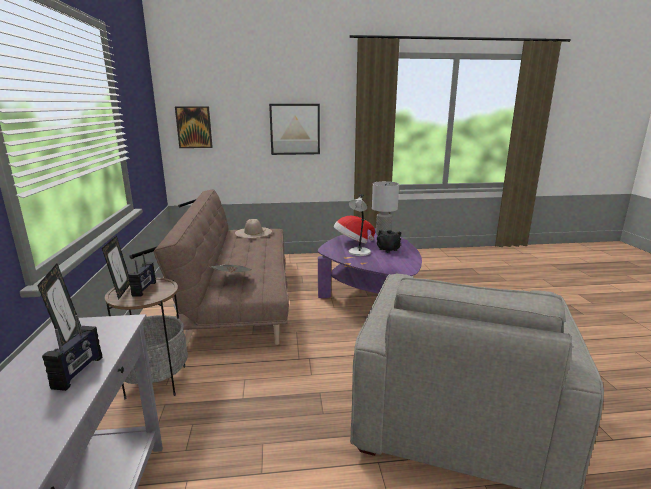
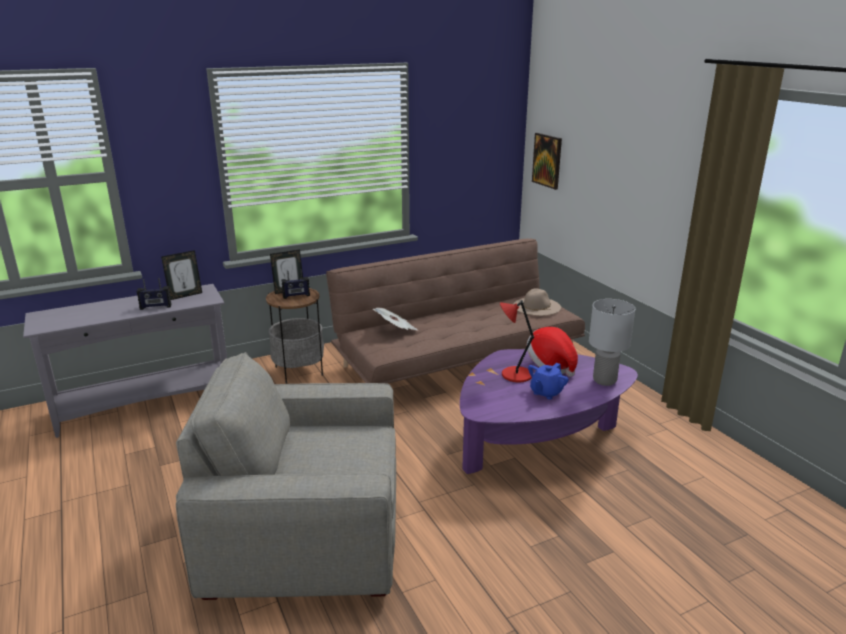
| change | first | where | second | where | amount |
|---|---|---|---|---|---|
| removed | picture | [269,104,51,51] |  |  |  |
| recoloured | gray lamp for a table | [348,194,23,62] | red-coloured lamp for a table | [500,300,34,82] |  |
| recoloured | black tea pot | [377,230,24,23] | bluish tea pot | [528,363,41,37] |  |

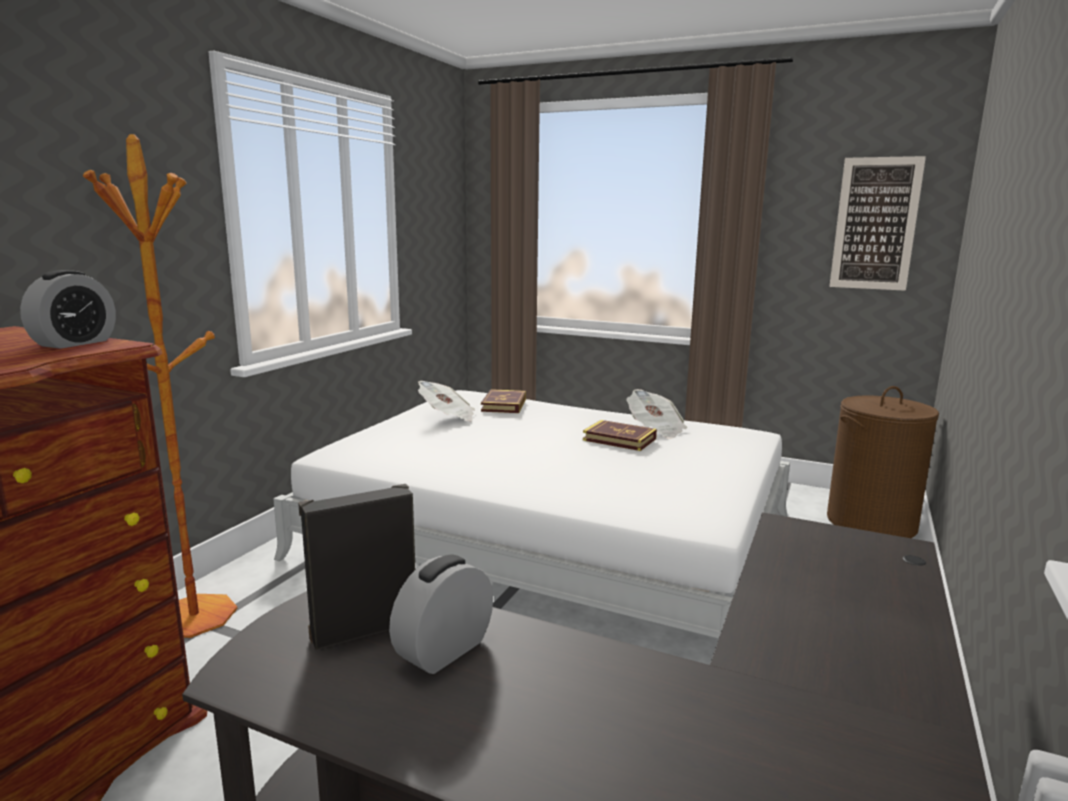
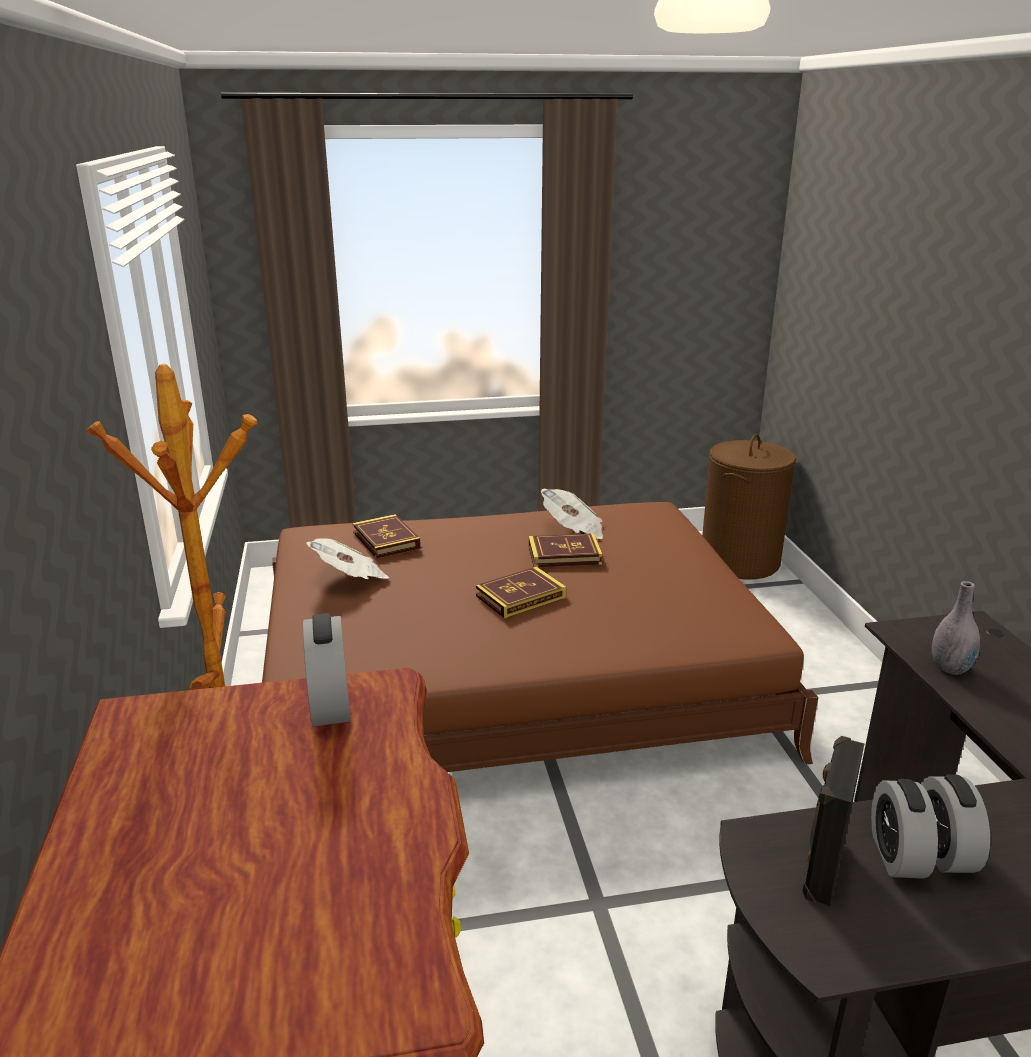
| change | first | where | second | where | amount |
|---|---|---|---|---|---|
| recoloured | white-coloured sleeping bed | [273,390,517,249] | brownish sleeping bed | [262,502,556,270] |  |
| removed | picture | [829,156,97,135] |  |  |  |
| added |  |  | bound book | [476,566,90,52] |  |
| added |  |  | bedside clock | [921,774,69,99] |  |
| added |  |  | gray vase | [932,581,48,94] |  |

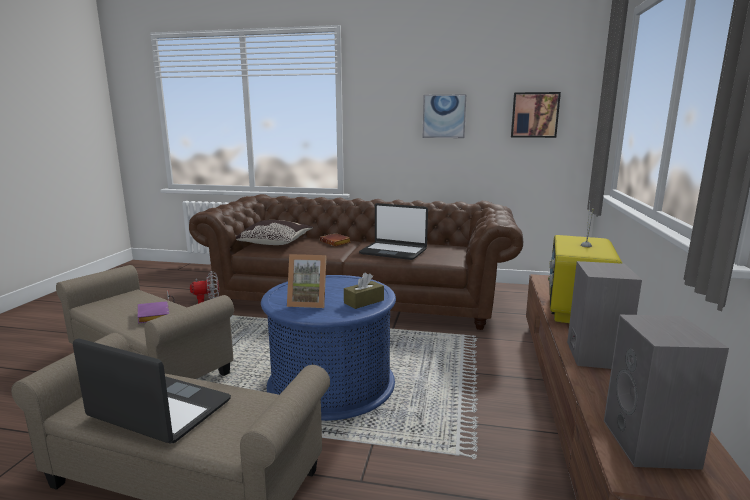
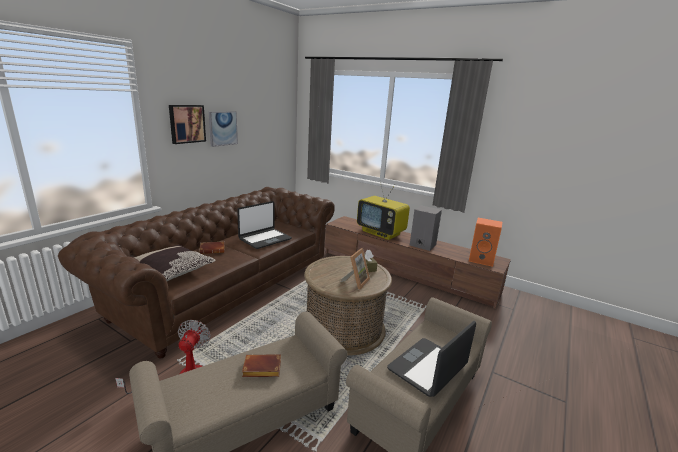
| change | first | where | second | where | amount |
|---|---|---|---|---|---|
| recoloured | purple bound book | [138,301,32,23] | brownish bound book | [242,355,39,22] |  |
| recoloured | bluish low table | [261,275,135,146] | brownish low table | [304,256,88,100] |  |
| moved | picture | [511,92,50,46] |  | [169,105,37,39] |  |
| recoloured | gray loudspeaker | [604,315,125,155] | orangey loudspeaker | [469,218,33,49] |  |

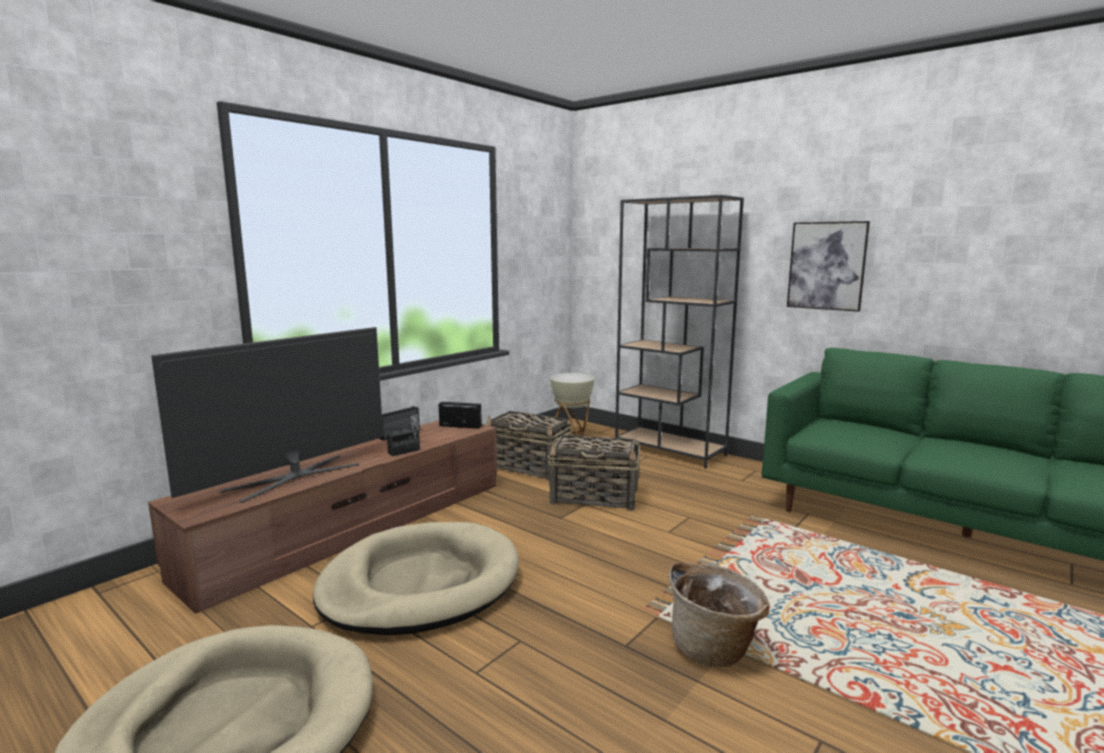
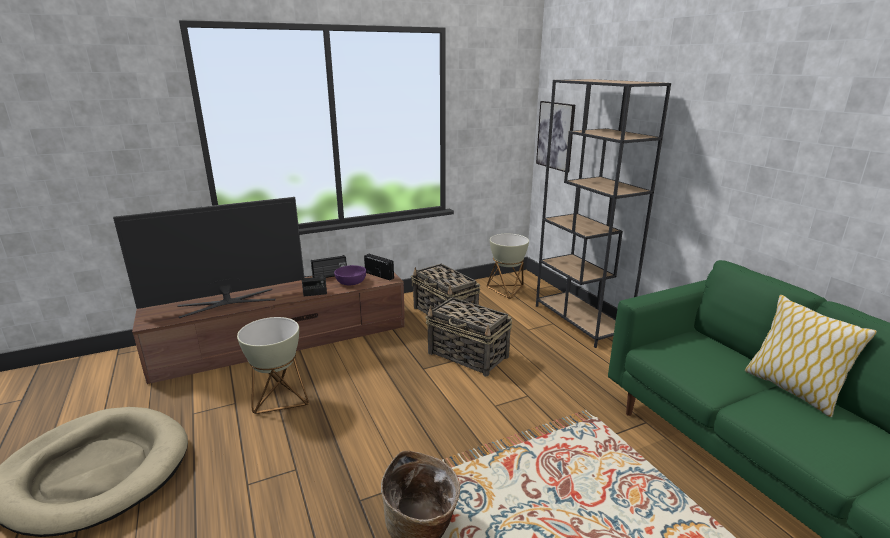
| change | first | where | second | where | amount |
|---|---|---|---|---|---|
| replaced | beige-coloured dog cushion | [313,522,206,113] | planter | [237,317,72,97] |  |
| moved | picture | [787,221,83,91] |  | [536,101,39,72] |  |
| added |  |  | purple serving bowl | [334,265,32,20] |  |
| added |  |  | cushion | [745,295,132,122] |  |

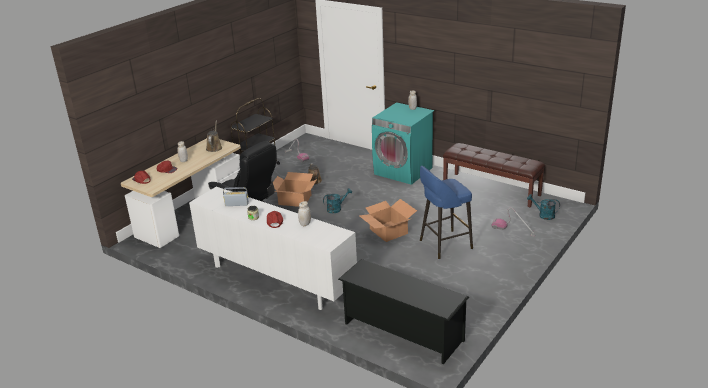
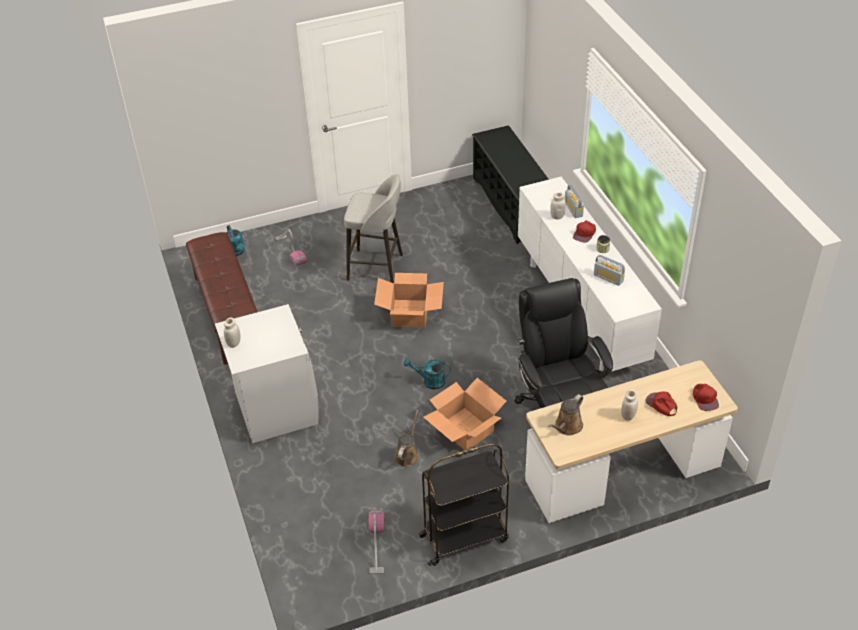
| change | first | where | second | where | amount |
|---|---|---|---|---|---|
| recoloured | turquoise washing machine | [372,102,62,83] | white-coloured washing machine | [215,304,104,139] |  |
| recoloured | bluish stool | [420,166,53,93] | gray stool | [344,174,59,109] |  |
| added |  |  | radio | [565,185,19,33] |  |

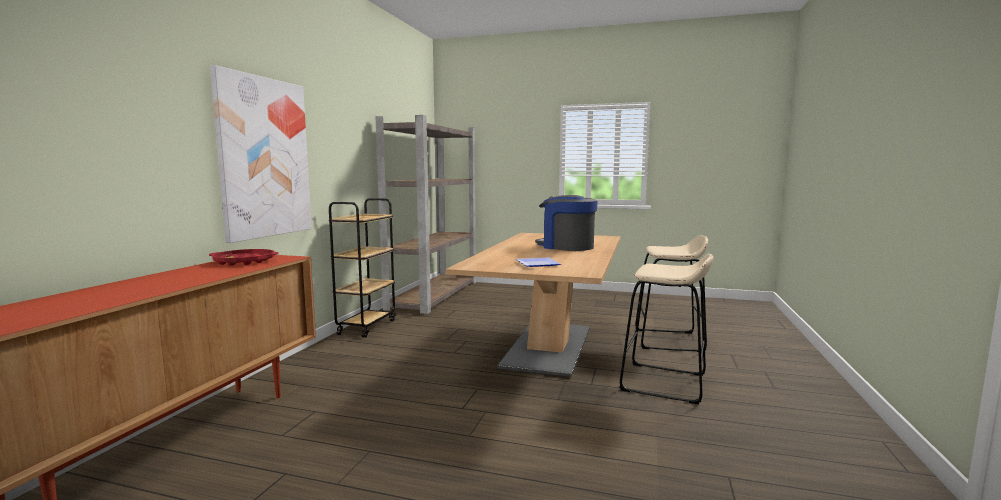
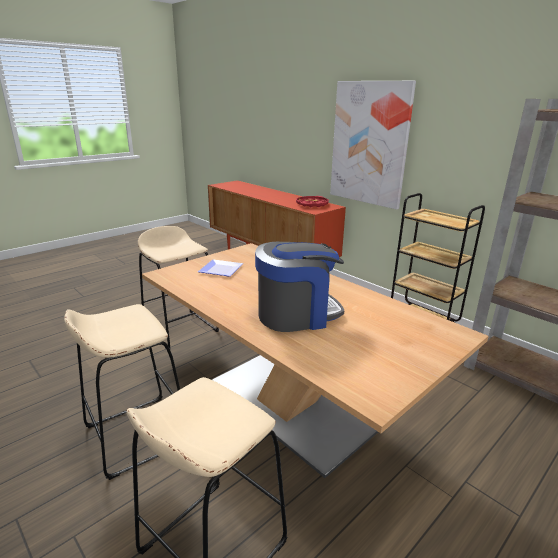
| change | first | where | second | where | amount |
|---|---|---|---|---|---|
| added |  |  | beige-coloured stool | [138,226,81,123] |  |

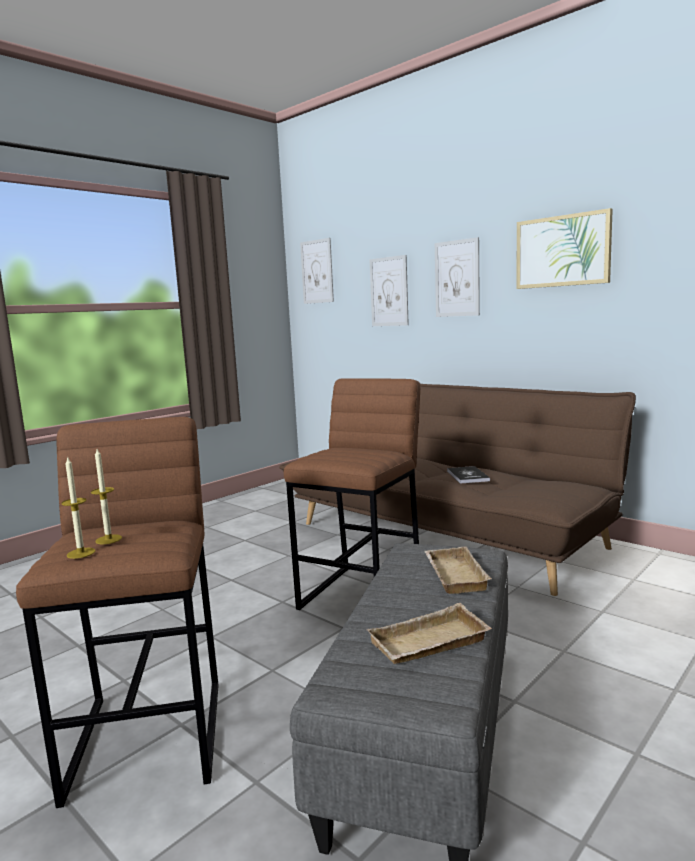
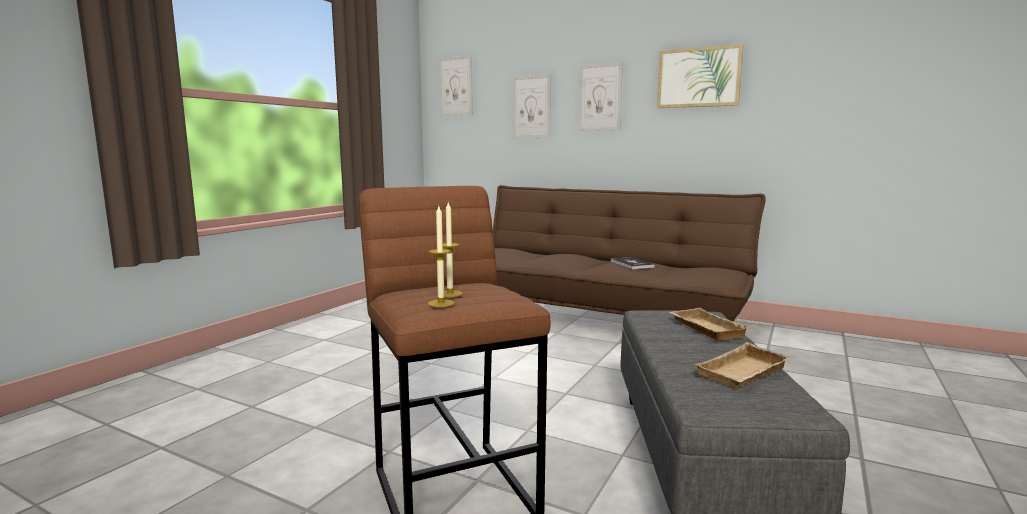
| change | first | where | second | where | amount |
|---|---|---|---|---|---|
| removed | brownish stool | [284,378,136,232] |  |  |  |

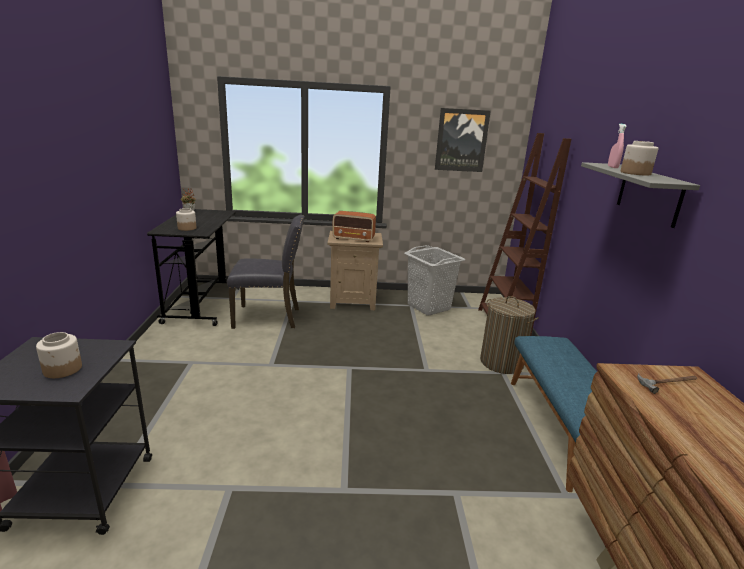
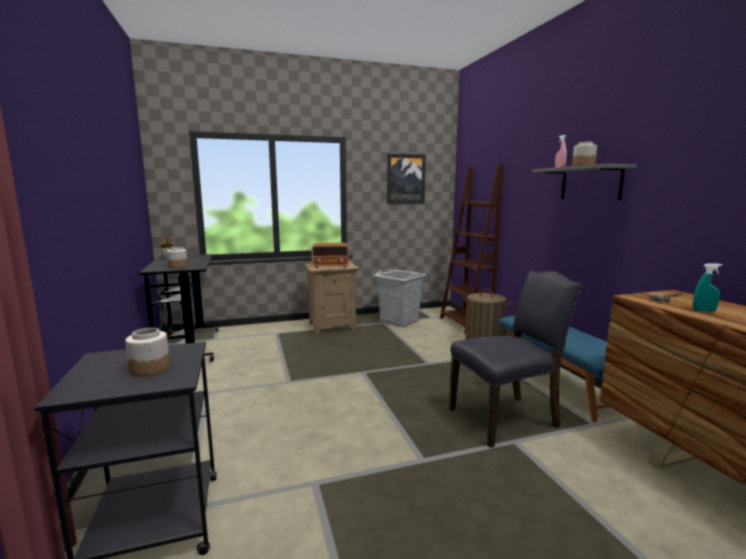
| change | first | where | second | where | amount |
|---|---|---|---|---|---|
| moved | gray upright chair | [227,215,78,114] |  | [449,271,134,177] |  |
| added |  |  | turquoise spray bottle | [693,263,29,49] |  |

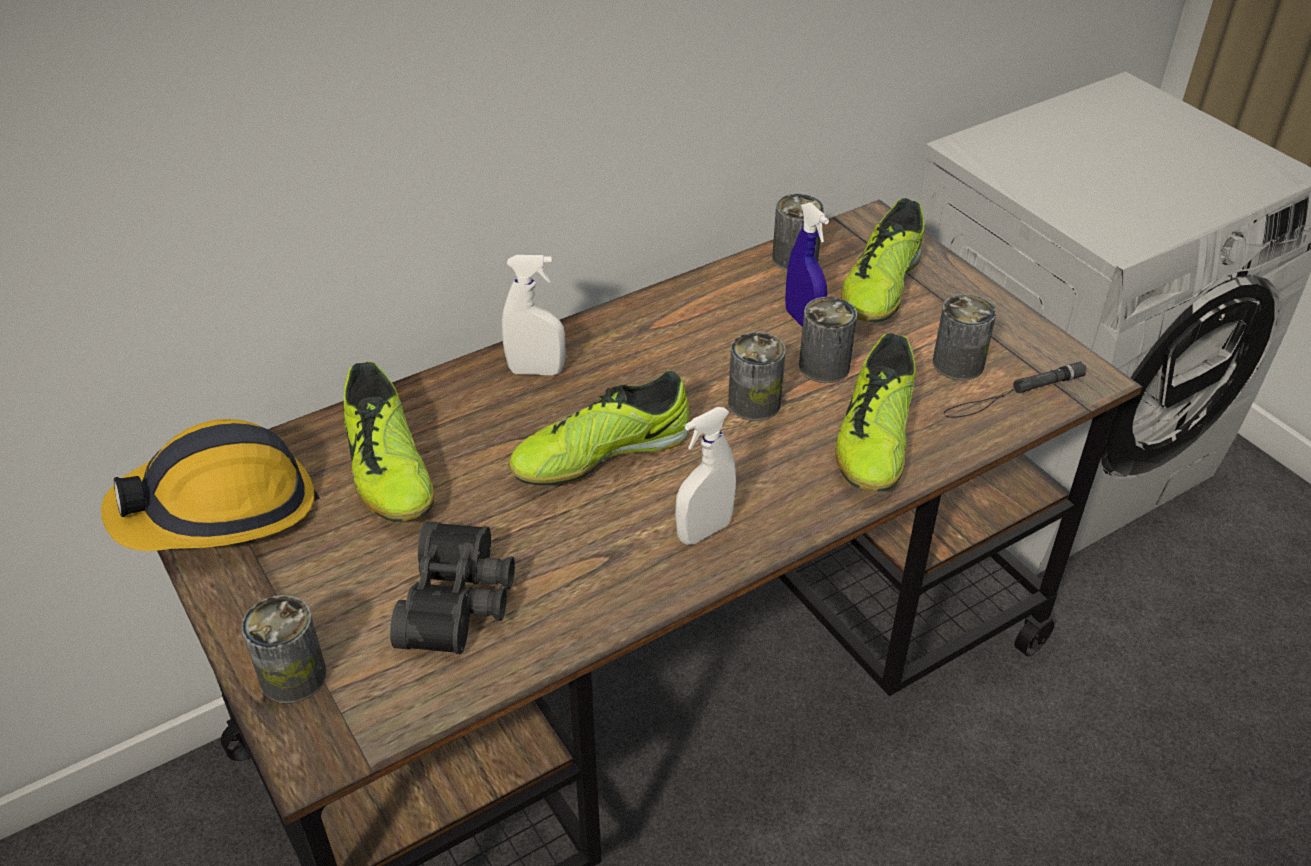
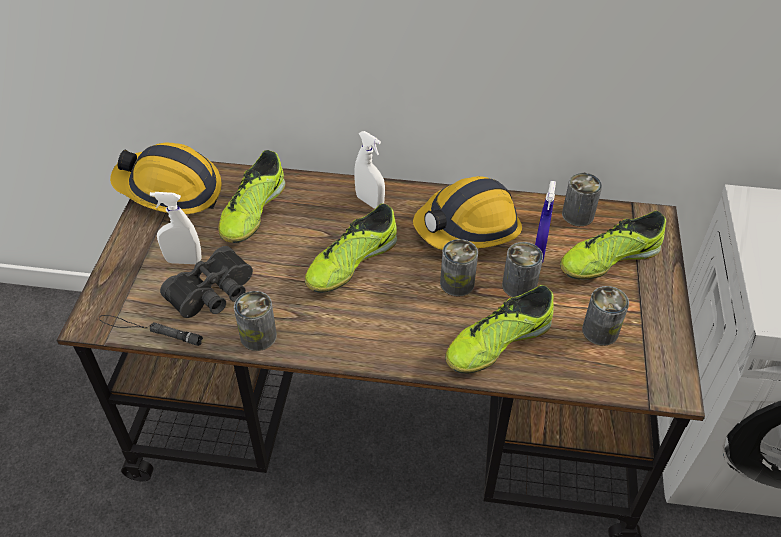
| change | first | where | second | where | amount |
|---|---|---|---|---|---|
| moved | metal can | [241,595,86,109] |  | [234,291,43,60] |  |
| turned | low shoe | [508,370,181,115] |  | [305,203,92,90] | 60 degrees counterclockwise |
| moved | white-coloured spray bottle | [675,407,61,138] |  | [150,192,51,72] |  |
| moved | black torch | [944,361,142,57] |  | [99,315,104,31] |  |
| added |  |  | safety helmet | [413,176,109,74] |  |

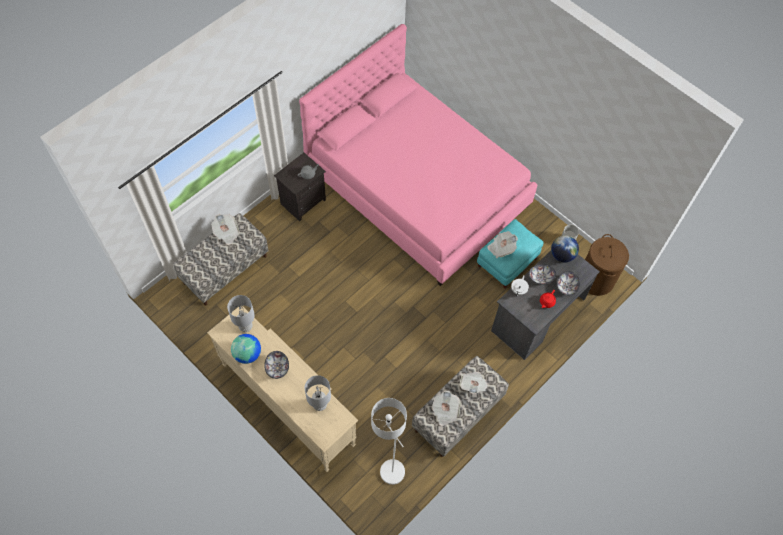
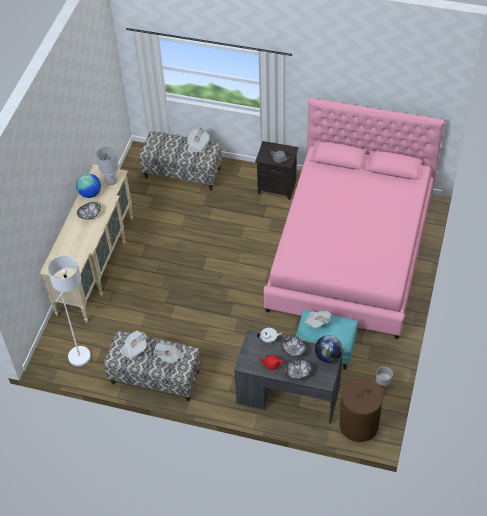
| change | first | where | second | where | amount |
|---|---|---|---|---|---|
| removed | gray lamp for a table | [305,375,26,36] |  |  |  |

